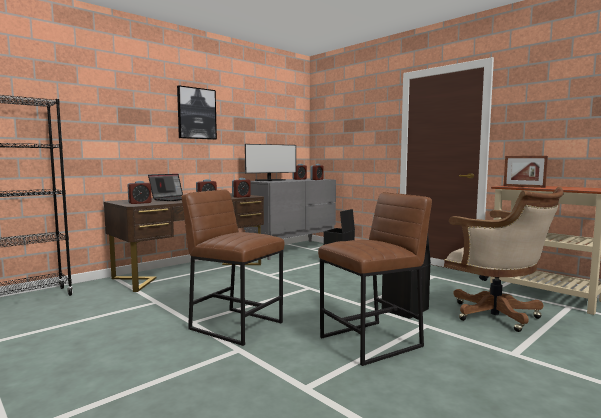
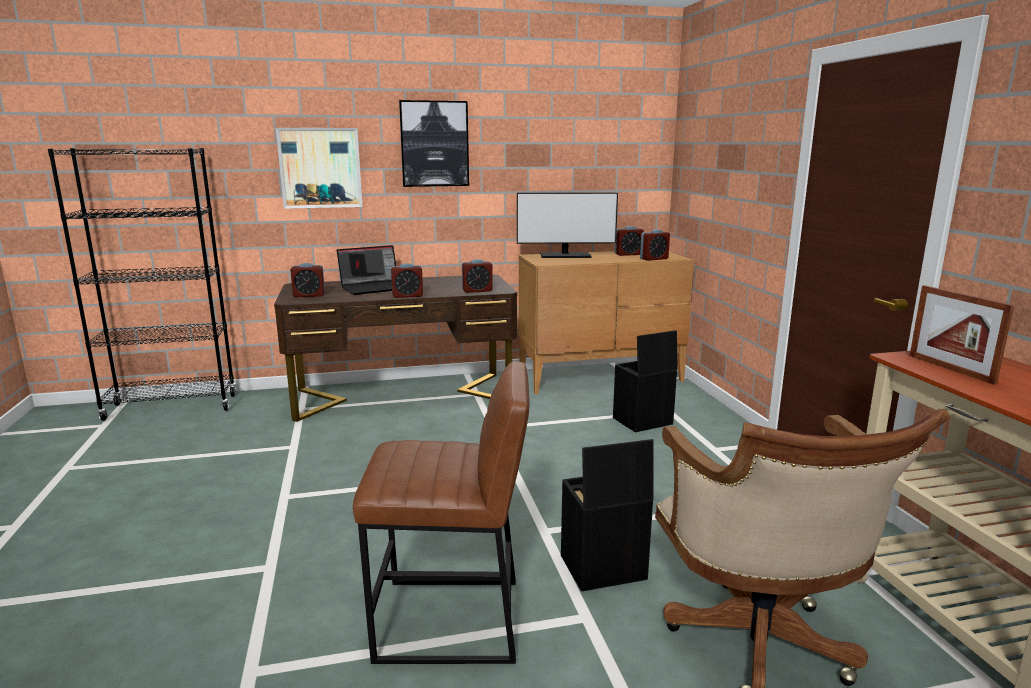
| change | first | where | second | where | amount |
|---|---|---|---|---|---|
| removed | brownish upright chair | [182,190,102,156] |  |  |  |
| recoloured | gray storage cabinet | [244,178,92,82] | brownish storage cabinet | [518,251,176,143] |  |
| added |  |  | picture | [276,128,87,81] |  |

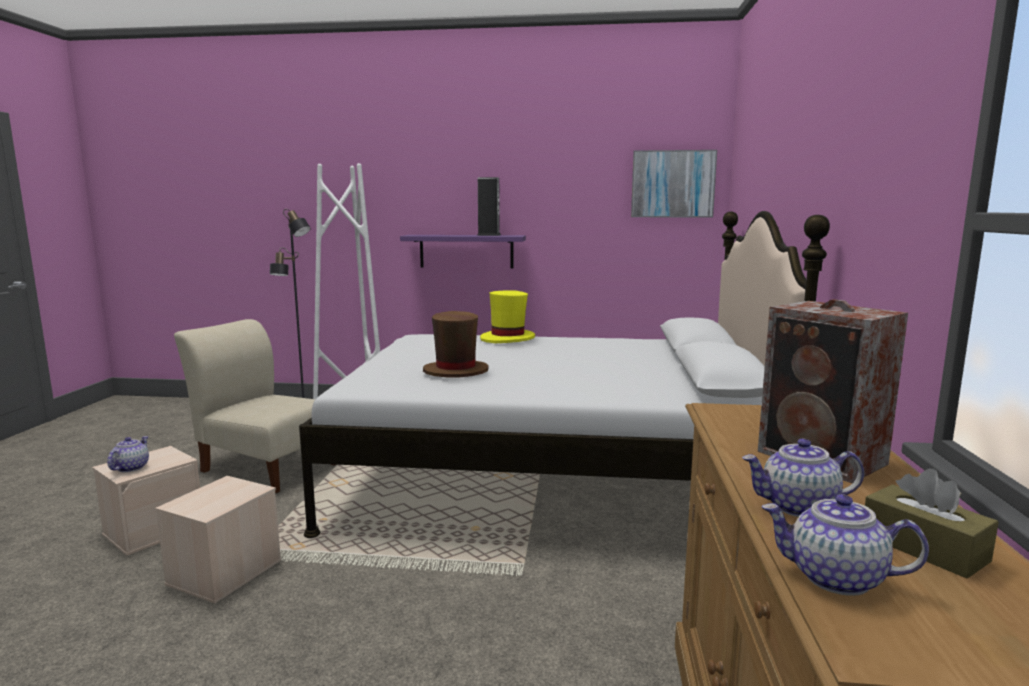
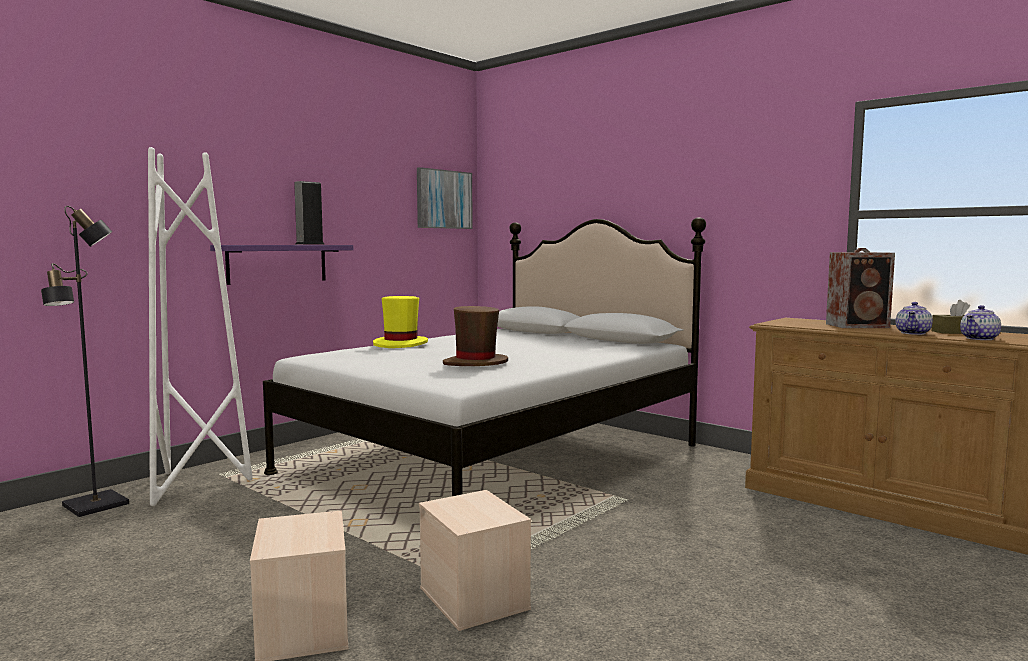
| change | first | where | second | where | amount |
|---|---|---|---|---|---|
| removed | tea pot | [107,436,42,36] |  |  |  |
| removed | beige-coloured upright chair | [174,319,162,174] |  |  |  |

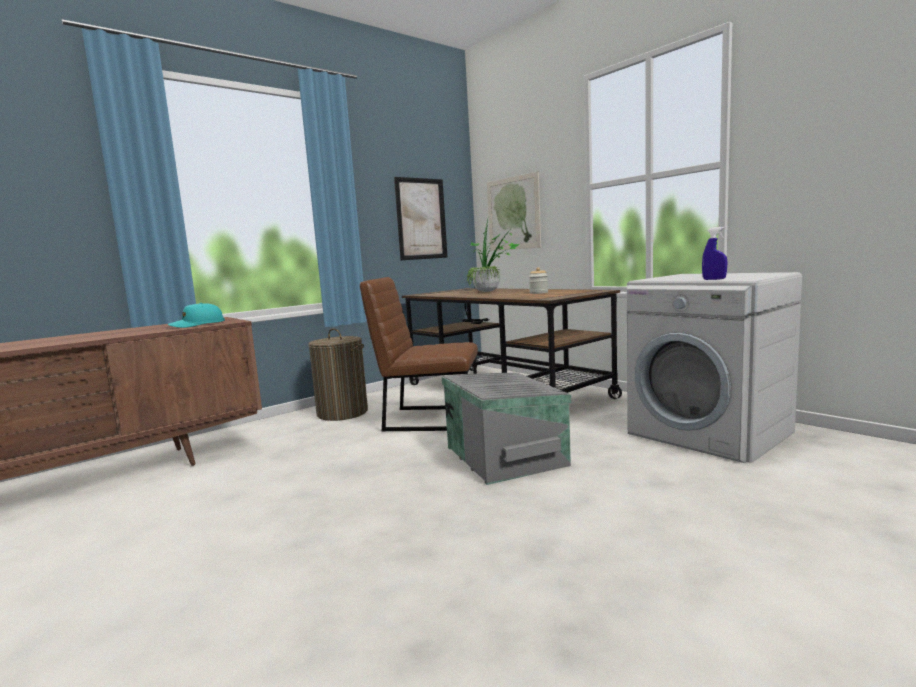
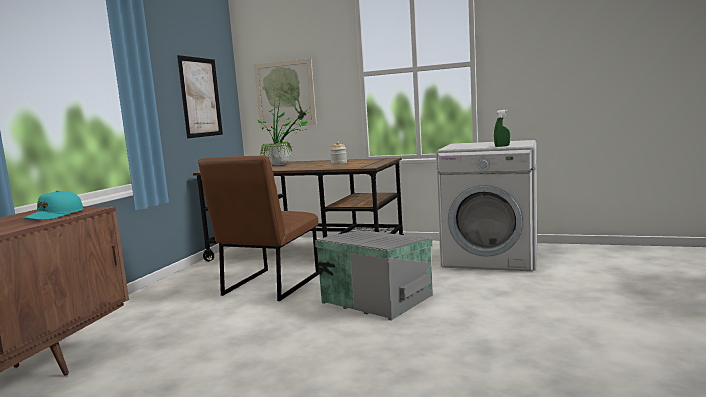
| change | first | where | second | where | amount |
|---|---|---|---|---|---|
| removed | hamper | [309,328,59,93] |  |  |  |
| turned | brownish upright chair | [360,277,118,154] |  | [198,156,121,145] | 45 degrees counterclockwise |
| recoloured | bluish spray bottle | [702,227,25,53] | greenish spray bottle | [494,110,16,37] |  |

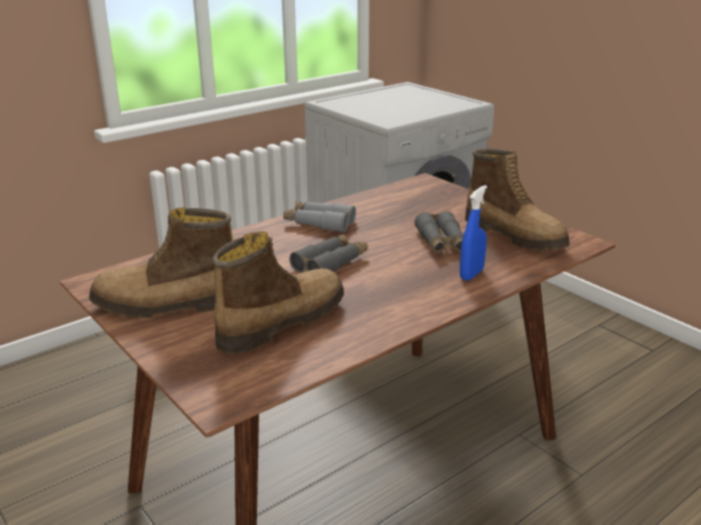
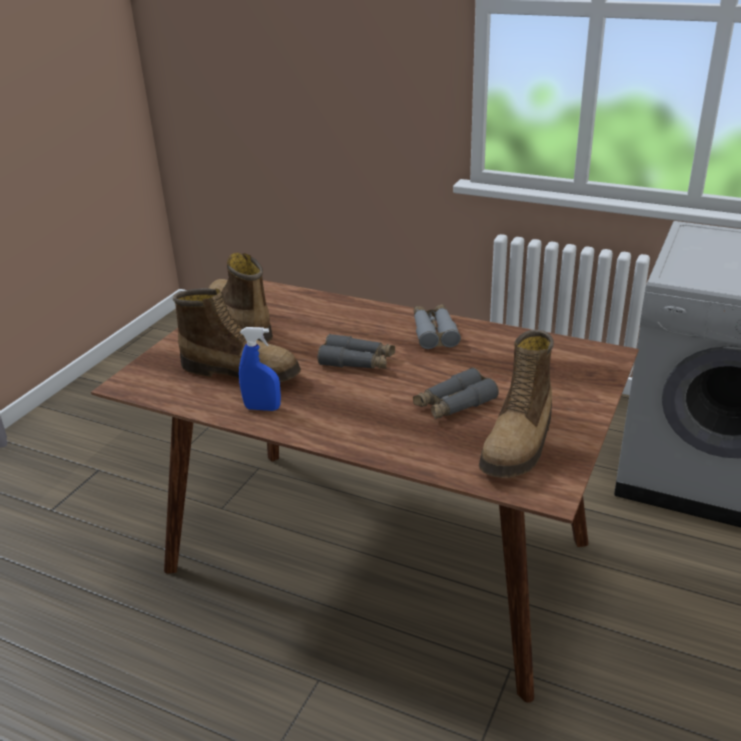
| change | first | where | second | where | amount |
|---|---|---|---|---|---|
| moved | bluish spray bottle | [460,185,27,96] |  | [239,327,42,84] |  |

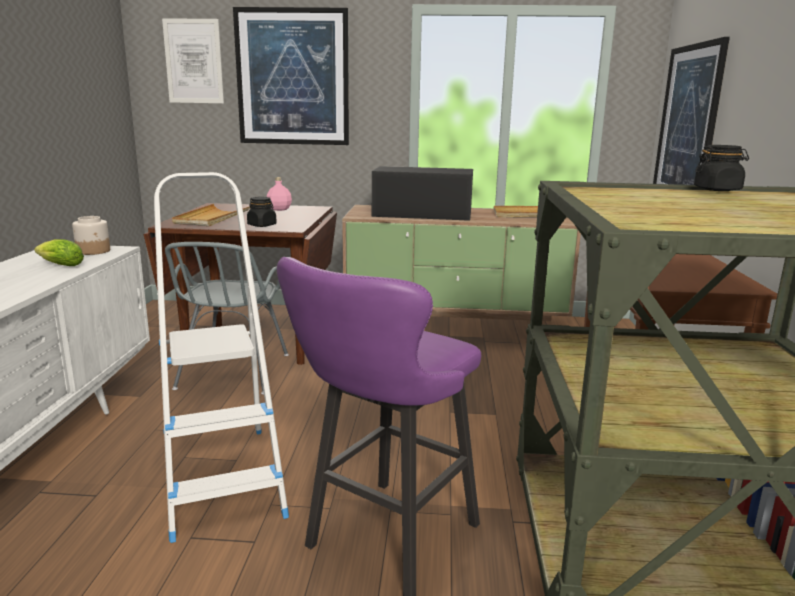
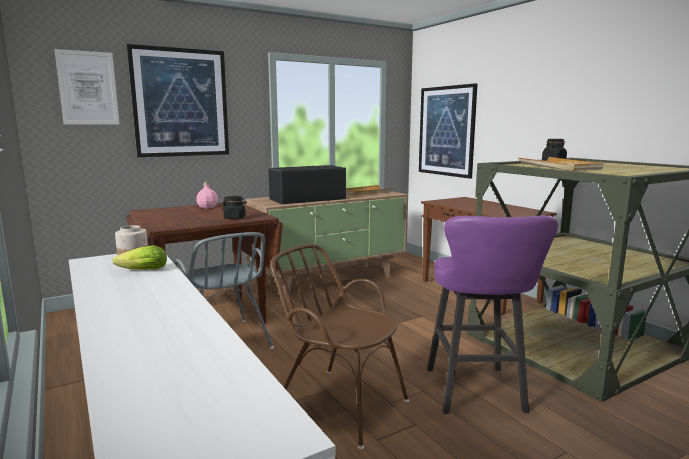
| change | first | where | second | where | amount |
|---|---|---|---|---|---|
| replaced | white-coloured step ladder | [154,172,135,371] | brownish upright chair | [270,244,139,206] |  |
| moved | beige-coloured tray | [172,204,78,22] |  | [518,157,86,14] |  |

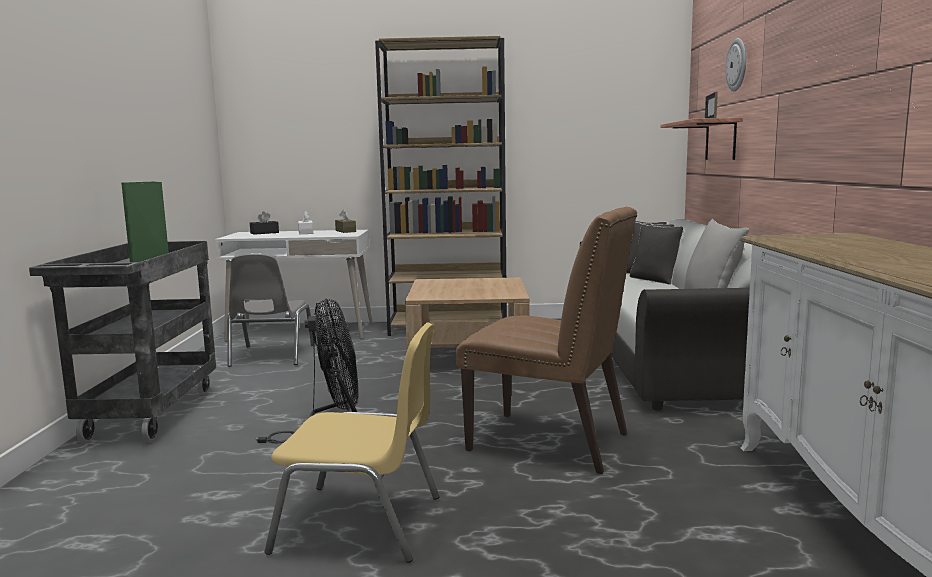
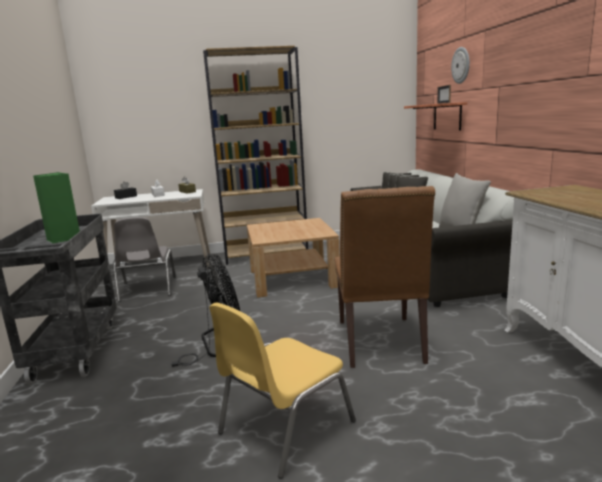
| change | first | where | second | where | amount |
|---|---|---|---|---|---|
| turned | yellow-coloured upright chair | [265,322,174,241] |  | [209,303,147,176] | 135 degrees clockwise |
| turned | brownish upright chair | [456,207,181,267] |  | [334,186,101,182] | 75 degrees clockwise |

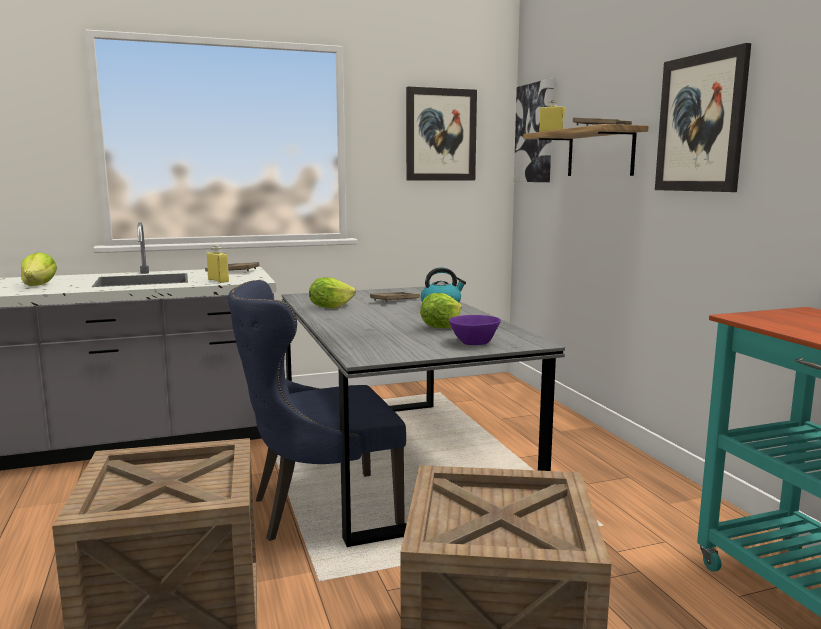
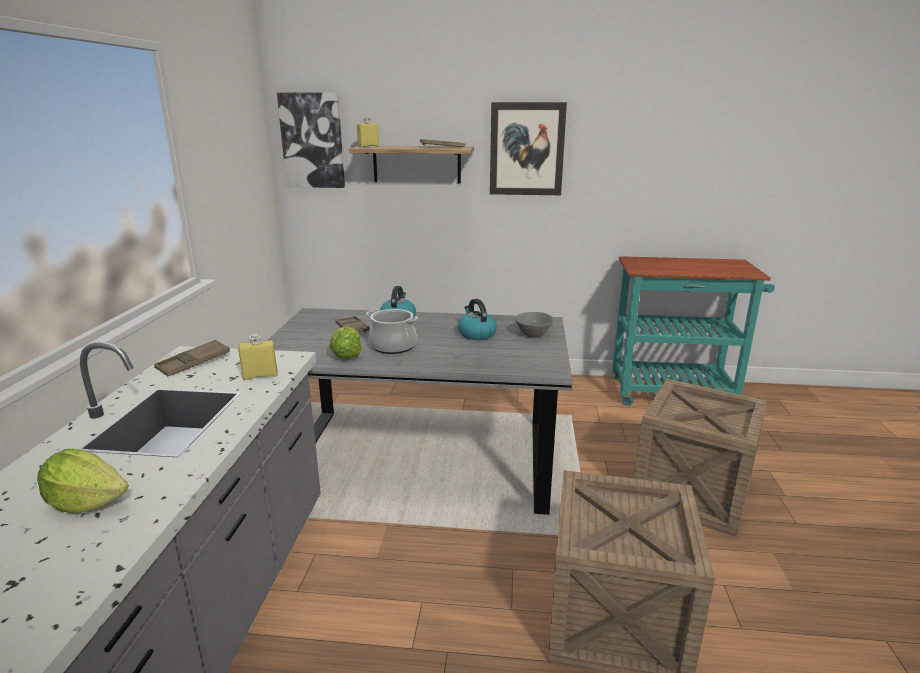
| change | first | where | second | where | amount |
|---|---|---|---|---|---|
| removed | bluish upright chair | [228,280,178,261] |  |  |  |
| removed | picture | [406,87,71,93] |  |  |  |
| replaced | head of lettuce | [420,293,42,35] | water kettle | [458,299,39,41] |  |
| recoloured | purple serving bowl | [449,315,52,30] | gray serving bowl | [515,312,38,26] |  |
| added |  |  | saucepot | [366,309,52,45] |  |

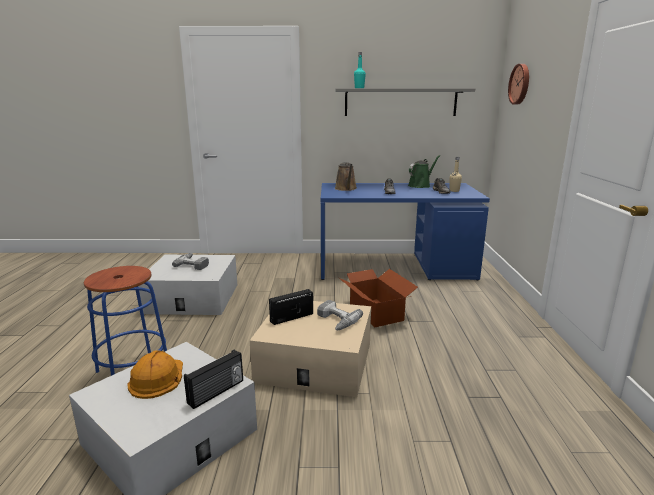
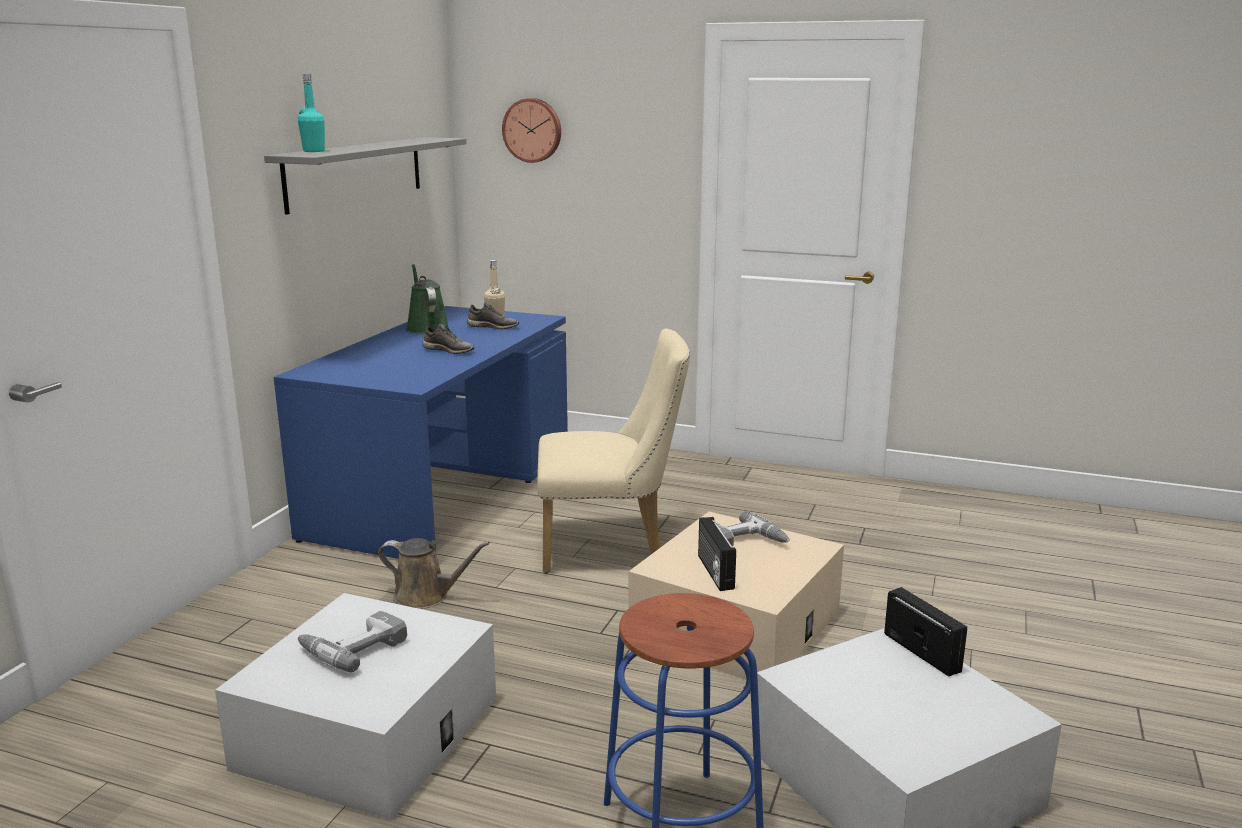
| change | first | where | second | where | amount |
|---|---|---|---|---|---|
| removed | orangey safety helmet | [128,350,55,49] |  |  |  |
| moved | brownish watering pot | [335,162,22,29] |  | [378,538,112,71] |  |
| replaced | cardboard box | [339,269,79,58] | beige-coloured upright chair | [537,328,153,246] |  |

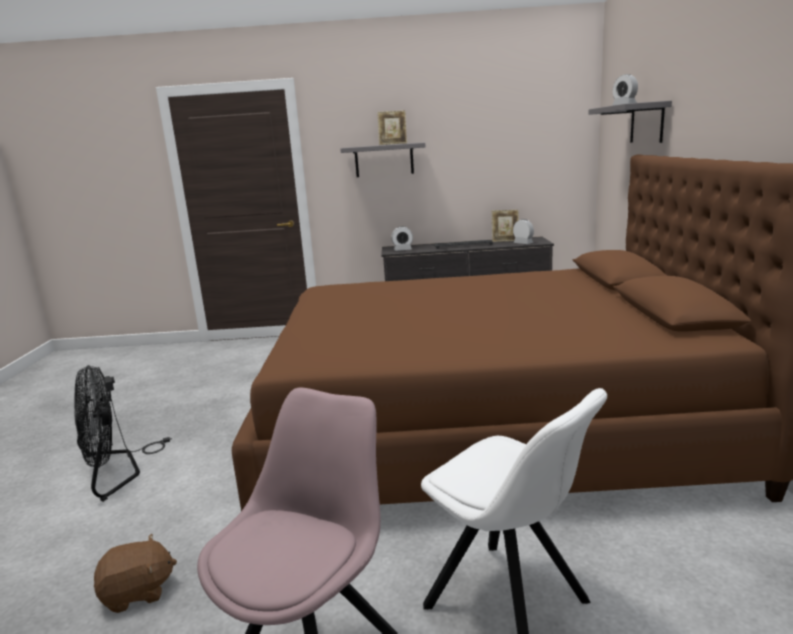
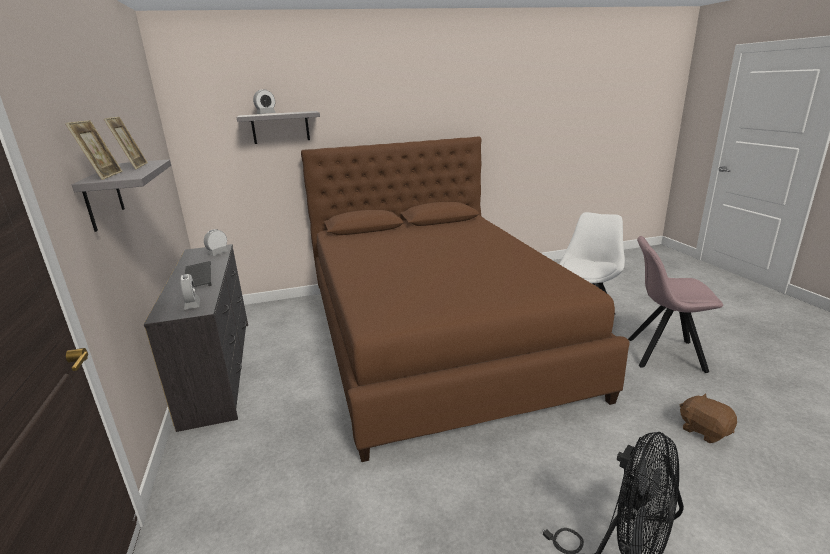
| change | first | where | second | where | amount |
|---|---|---|---|---|---|
| moved | picture frame | [492,210,27,32] |  | [66,120,57,60] |  |

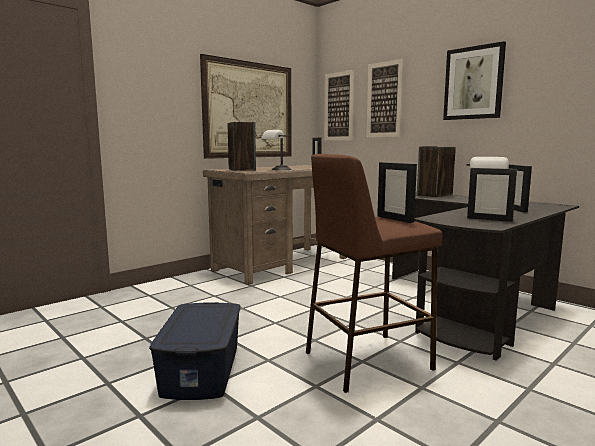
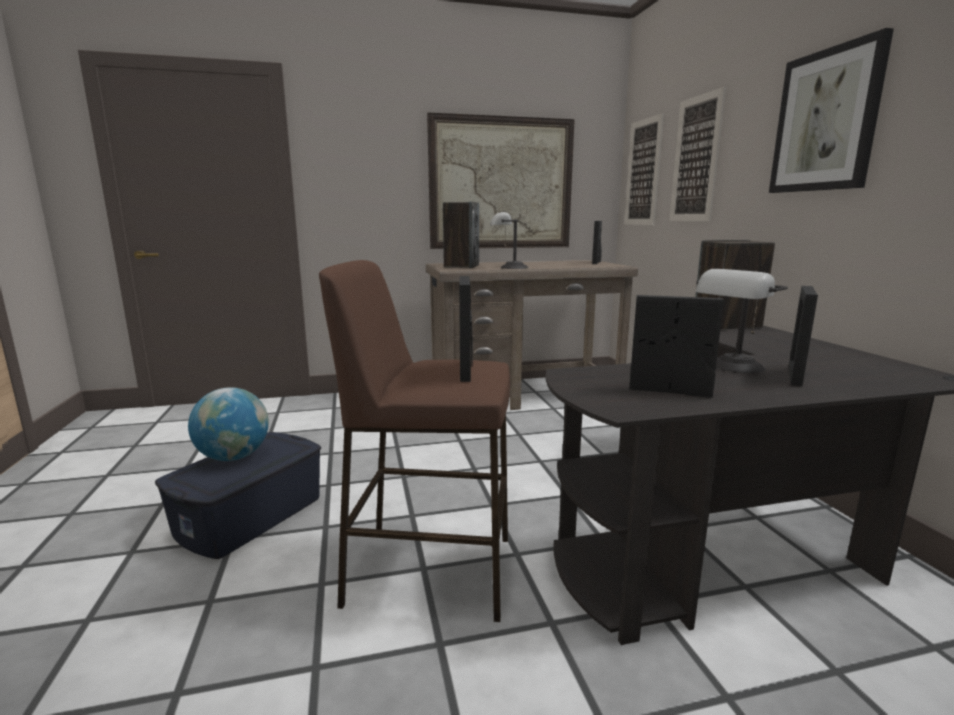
| change | first | where | second | where | amount |
|---|---|---|---|---|---|
| turned | picture frame | [467,168,50,54] |  | [629,295,95,103] | 135 degrees clockwise |
| added |  |  | globe | [188,387,81,74] |  |

